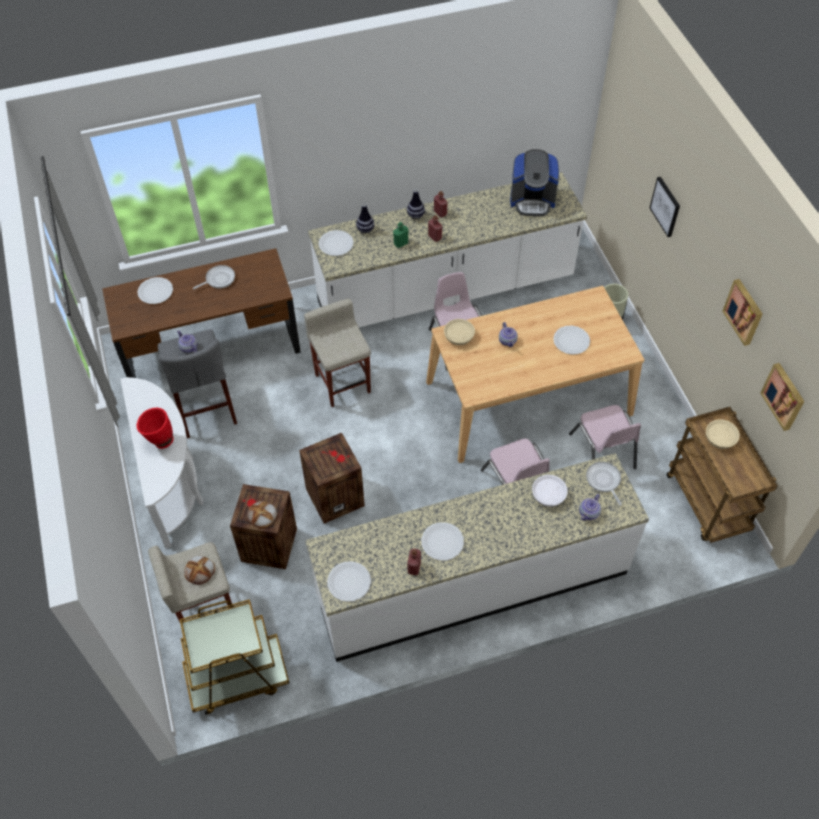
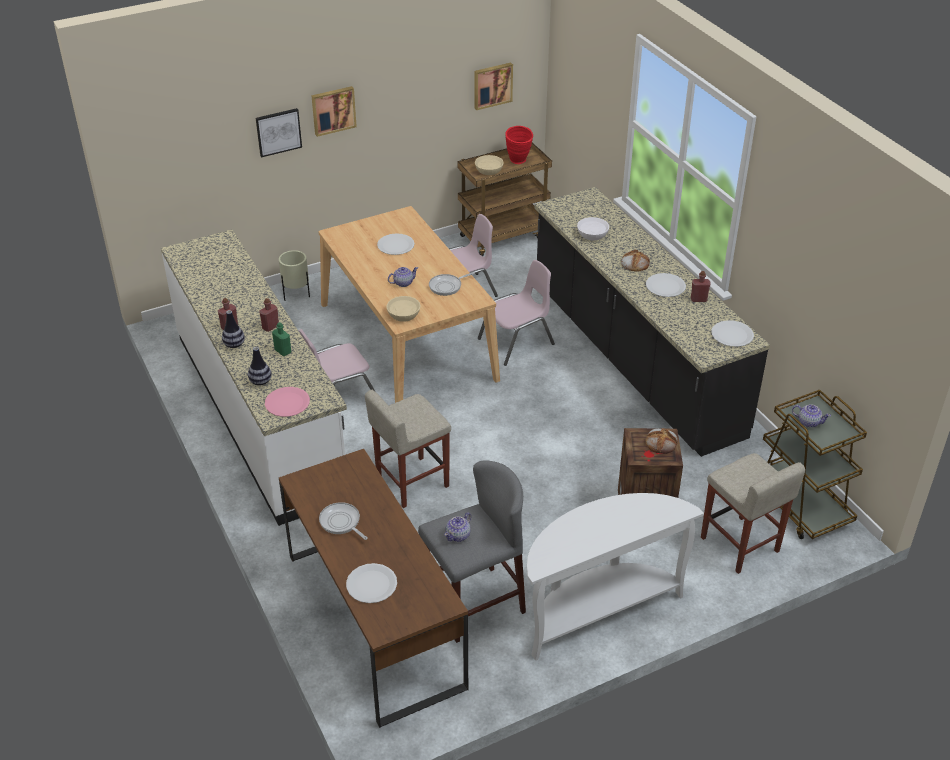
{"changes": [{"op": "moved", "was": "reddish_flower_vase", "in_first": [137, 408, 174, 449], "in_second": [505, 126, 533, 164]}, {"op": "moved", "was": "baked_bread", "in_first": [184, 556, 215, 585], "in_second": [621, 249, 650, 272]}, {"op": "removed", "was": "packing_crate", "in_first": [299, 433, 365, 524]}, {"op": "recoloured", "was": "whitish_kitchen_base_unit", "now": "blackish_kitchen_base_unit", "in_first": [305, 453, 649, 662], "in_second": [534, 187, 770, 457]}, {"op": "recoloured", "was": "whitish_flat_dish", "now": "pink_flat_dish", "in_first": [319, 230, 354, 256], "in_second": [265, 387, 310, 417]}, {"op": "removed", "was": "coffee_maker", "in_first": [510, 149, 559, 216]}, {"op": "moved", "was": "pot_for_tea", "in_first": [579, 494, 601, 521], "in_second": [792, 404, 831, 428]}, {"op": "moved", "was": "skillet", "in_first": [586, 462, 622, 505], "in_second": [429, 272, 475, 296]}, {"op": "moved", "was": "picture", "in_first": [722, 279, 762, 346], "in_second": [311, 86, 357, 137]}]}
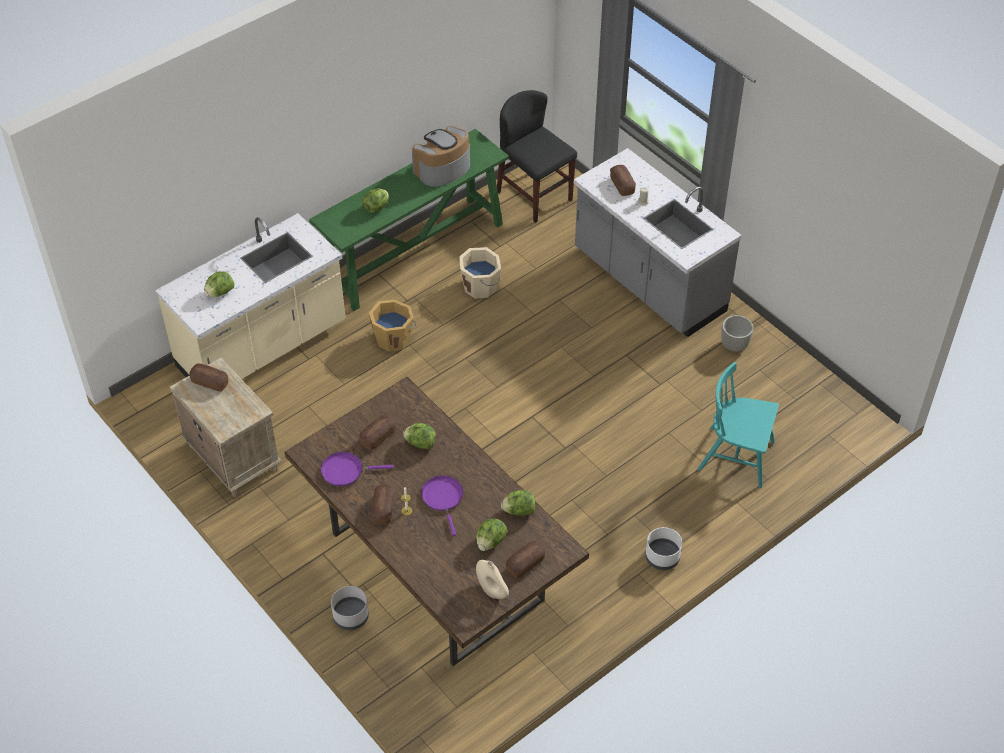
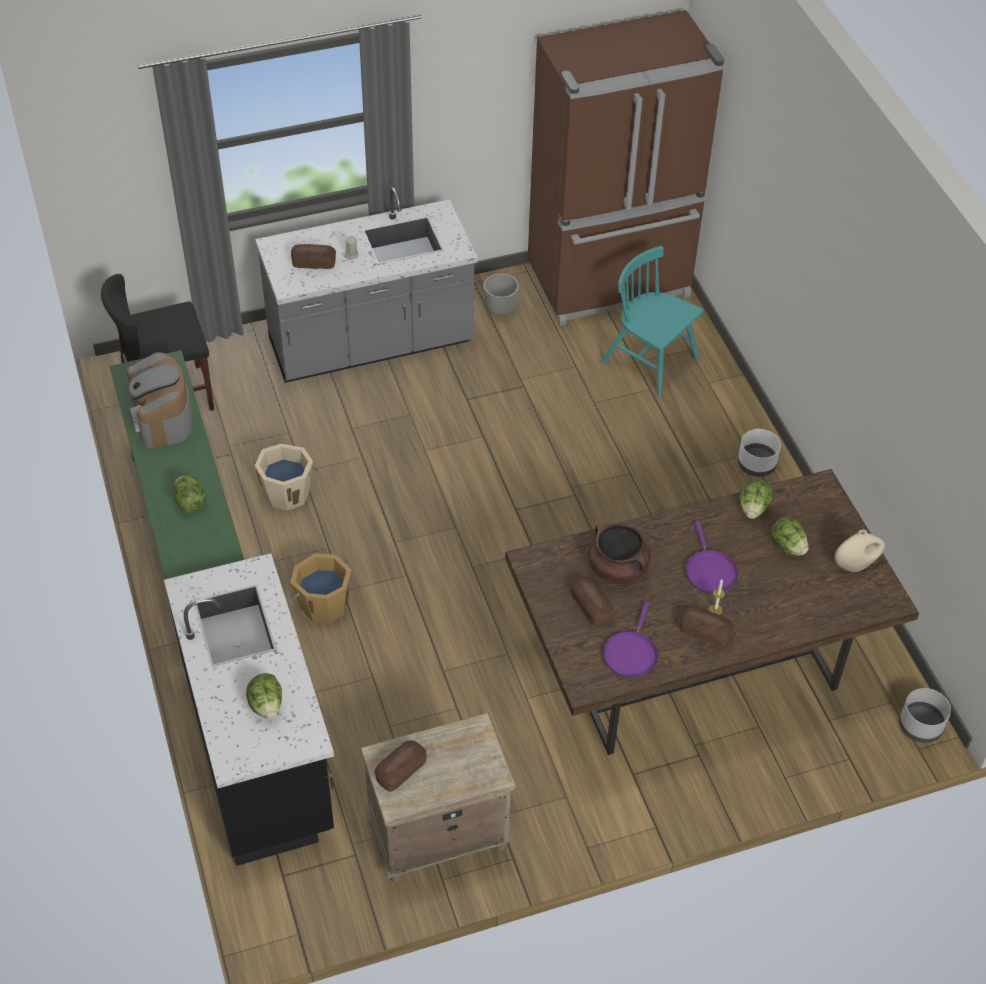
{"changes": [{"op": "recoloured", "was": "sand-coloured_kitchen_base_unit", "now": "blackish_kitchen_base_unit", "in_first": [155, 213, 346, 379], "in_second": [164, 553, 334, 866]}, {"op": "moved", "was": "greyish_flower_pot", "in_first": [331, 586, 369, 630], "in_second": [899, 688, 951, 743]}, {"op": "replaced", "was": "lettuce_head", "now": "brown-coloured_cooking_pot", "in_first": [403, 423, 436, 450], "in_second": [588, 524, 651, 584]}, {"op": "turned", "was": "purple_skillet", "in_first": [421, 475, 463, 536], "in_second": [686, 521, 738, 593], "clockwise": -105}, {"op": "removed", "was": "baked_bread", "in_first": [506, 541, 546, 579]}, {"op": "turned", "was": "turquoise_upright_chair", "in_first": [697, 362, 779, 488], "in_second": [601, 246, 703, 397], "clockwise": 90}, {"op": "added", "now": "brown-coloured_fridge", "in_second": [528, 10, 724, 326]}]}
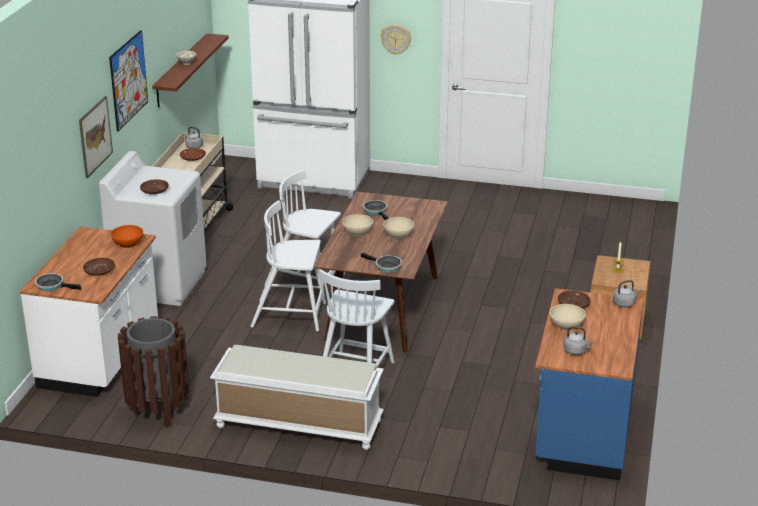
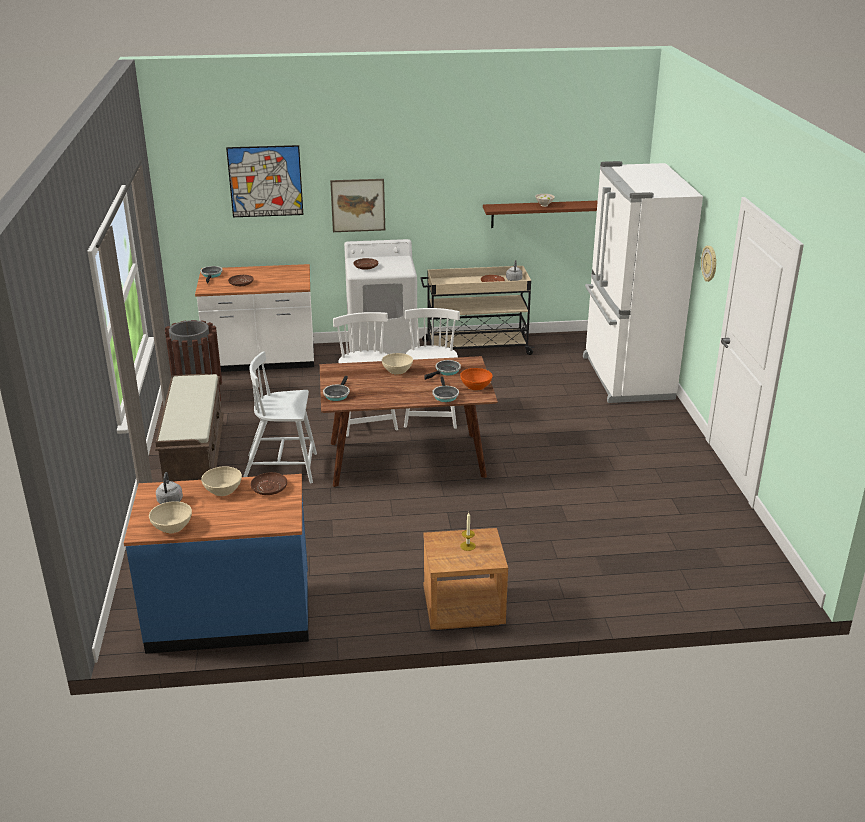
{"changes": [{"op": "moved", "was": "picture", "in_first": [109, 30, 148, 132], "in_second": [226, 145, 304, 217]}, {"op": "moved", "was": "orange_serving_bowl", "in_first": [111, 225, 143, 248], "in_second": [460, 368, 492, 391]}, {"op": "recoloured", "was": "whitish_bench", "now": "brown-coloured_bench", "in_first": [210, 345, 384, 450], "in_second": [155, 374, 224, 481]}, {"op": "moved", "was": "sand-coloured_serving_bowl", "in_first": [383, 217, 414, 239], "in_second": [149, 501, 192, 534]}, {"op": "removed", "was": "greyish_kettle", "in_first": [613, 280, 642, 307]}, {"op": "added", "now": "skillet", "in_second": [433, 377, 459, 402]}]}
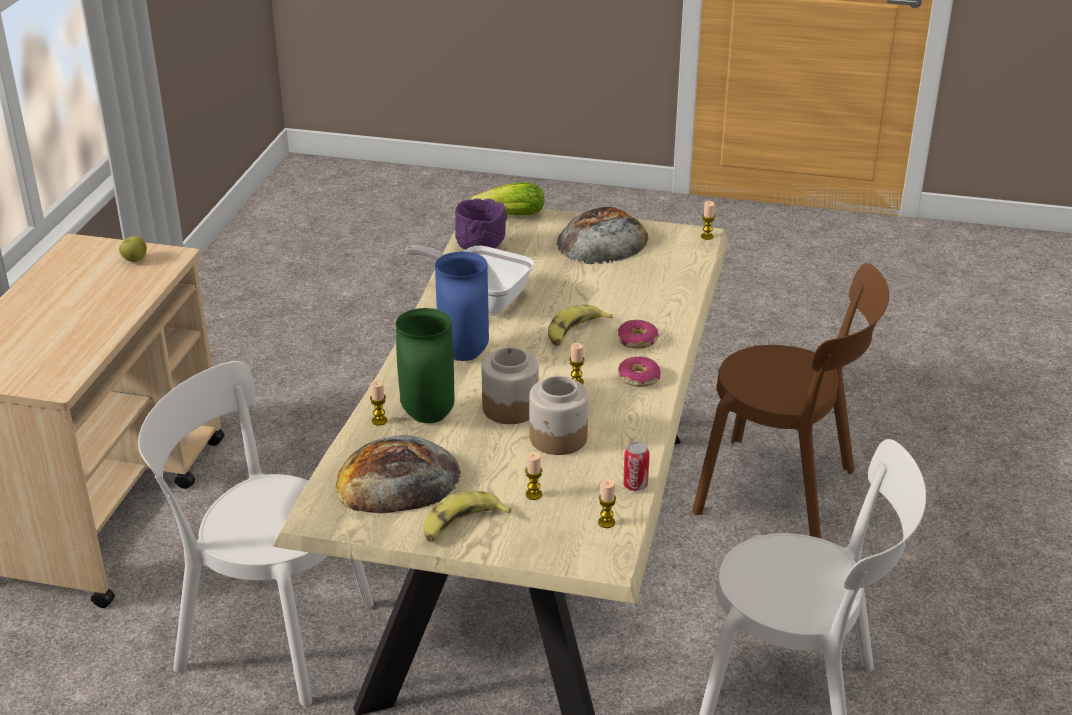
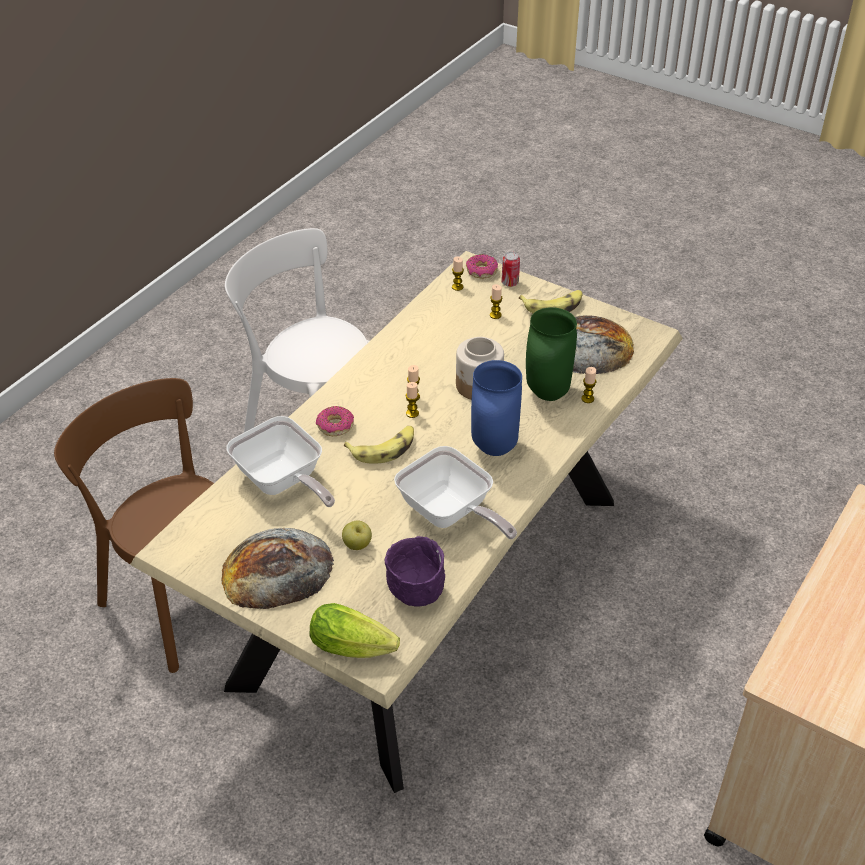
{"changes": [{"op": "moved", "was": "whole_apple", "in_first": [119, 236, 147, 262], "in_second": [342, 521, 372, 550]}, {"op": "removed", "was": "whitish_upright_chair", "in_first": [138, 361, 374, 706]}, {"op": "removed", "was": "jar", "in_first": [529, 376, 588, 455]}, {"op": "moved", "was": "donut", "in_first": [618, 356, 661, 387], "in_second": [466, 254, 498, 278]}, {"op": "moved", "was": "metal_can", "in_first": [623, 442, 650, 491], "in_second": [501, 252, 520, 287]}, {"op": "moved", "was": "wax_light", "in_first": [701, 201, 715, 240], "in_second": [406, 382, 419, 418]}, {"op": "added", "now": "skillet", "in_second": [227, 416, 335, 507]}]}
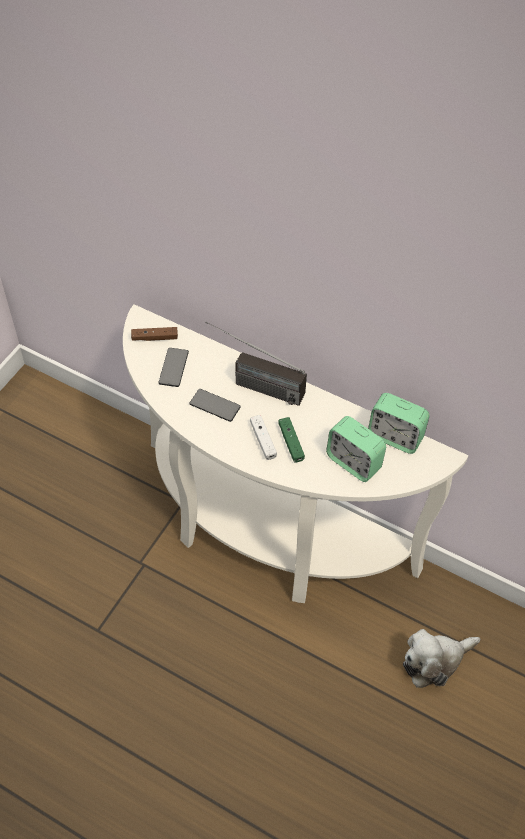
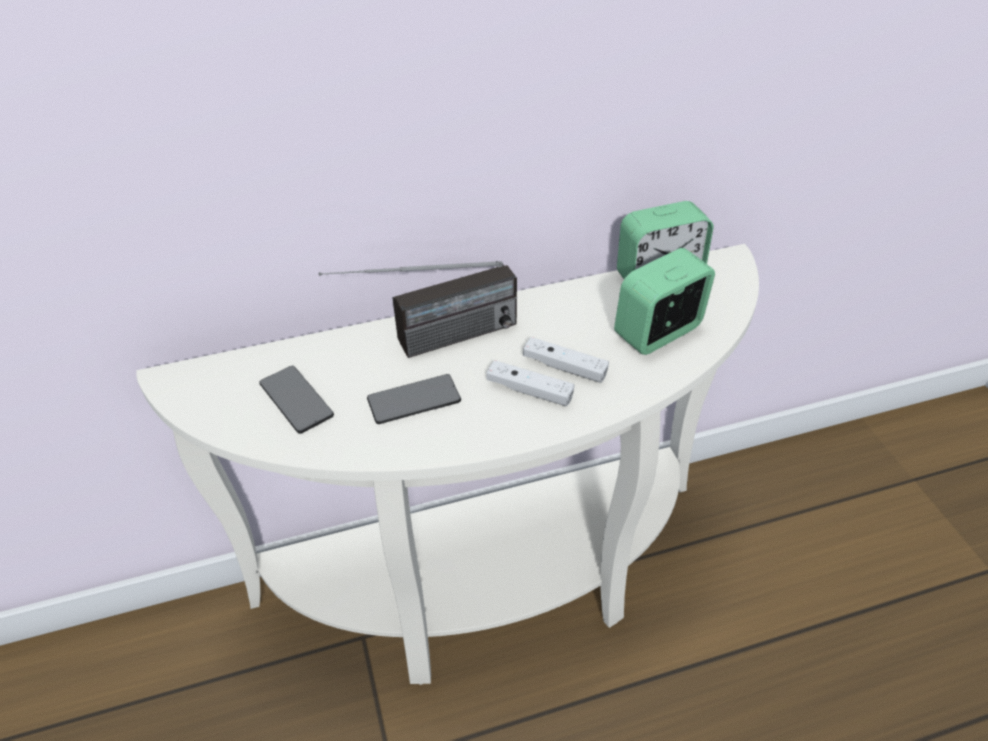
{"changes": [{"op": "removed", "was": "brown-coloured_gamepad", "in_first": [131, 327, 178, 341]}, {"op": "recoloured", "was": "green_gamepad", "now": "whitish_gamepad", "in_first": [278, 417, 305, 462], "in_second": [523, 337, 609, 383]}, {"op": "turned", "was": "table_clock", "in_first": [326, 416, 386, 482], "in_second": [614, 248, 715, 355], "clockwise": 150}, {"op": "removed", "was": "plush_toy", "in_first": [403, 629, 480, 688]}]}
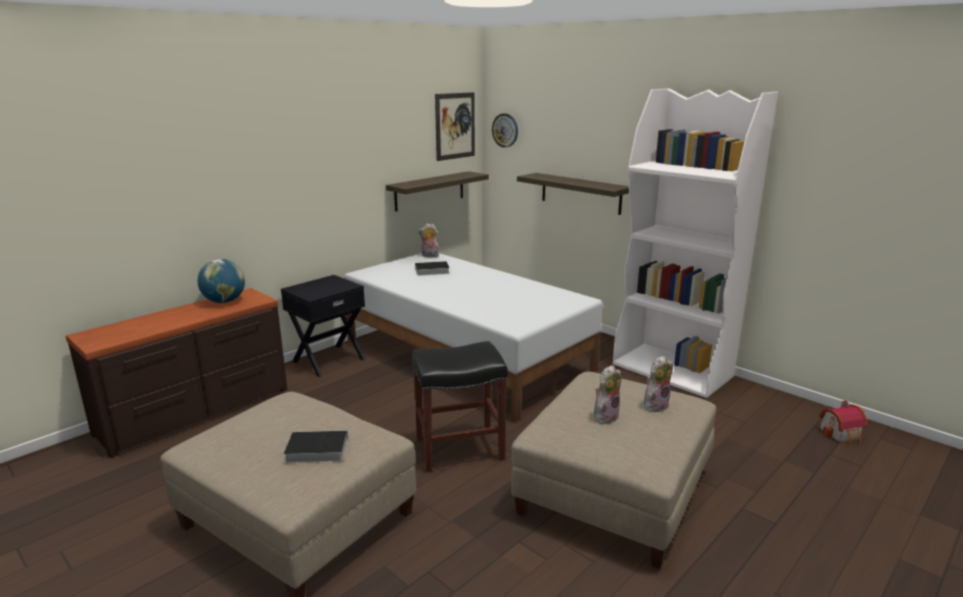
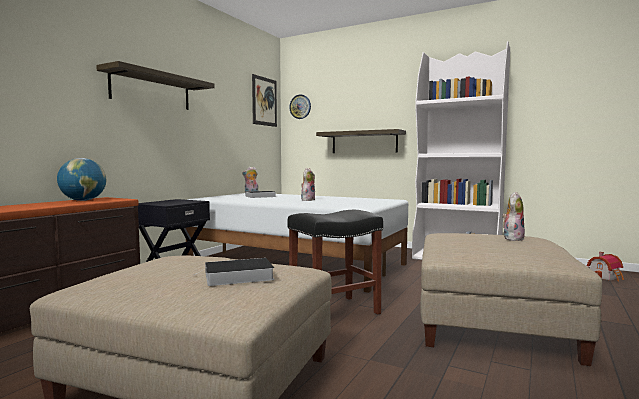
{"changes": [{"op": "moved", "was": "wall_shelf", "in_first": [386, 171, 489, 212], "in_second": [96, 61, 215, 110]}, {"op": "moved", "was": "plush_toy", "in_first": [594, 365, 622, 424], "in_second": [301, 168, 315, 201]}]}
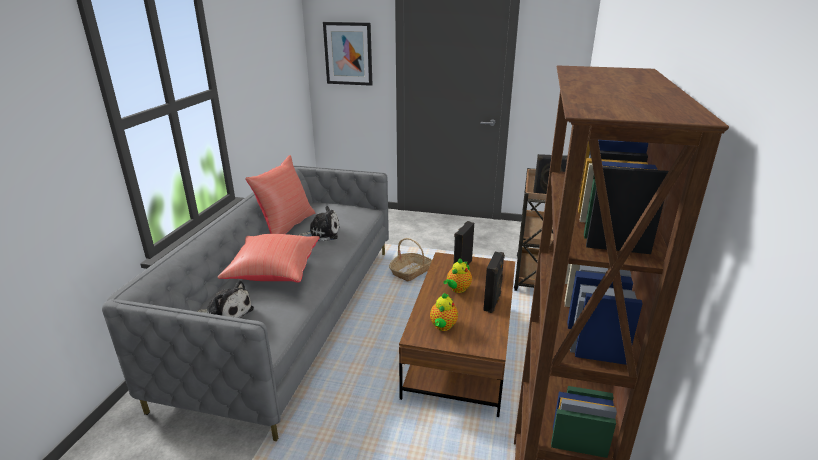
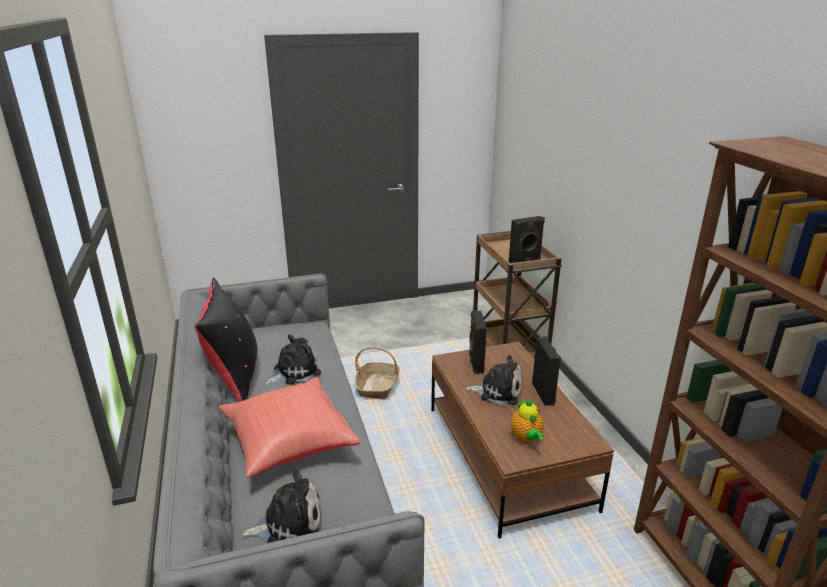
{"changes": [{"op": "recoloured", "was": "reddish_cushion", "now": "blackish_cushion", "in_first": [245, 155, 315, 234], "in_second": [194, 278, 258, 402]}, {"op": "removed", "was": "picture", "in_first": [323, 22, 372, 86]}, {"op": "replaced", "was": "pot_for_tea", "now": "plush_toy", "in_first": [443, 258, 472, 293], "in_second": [465, 355, 523, 406]}]}
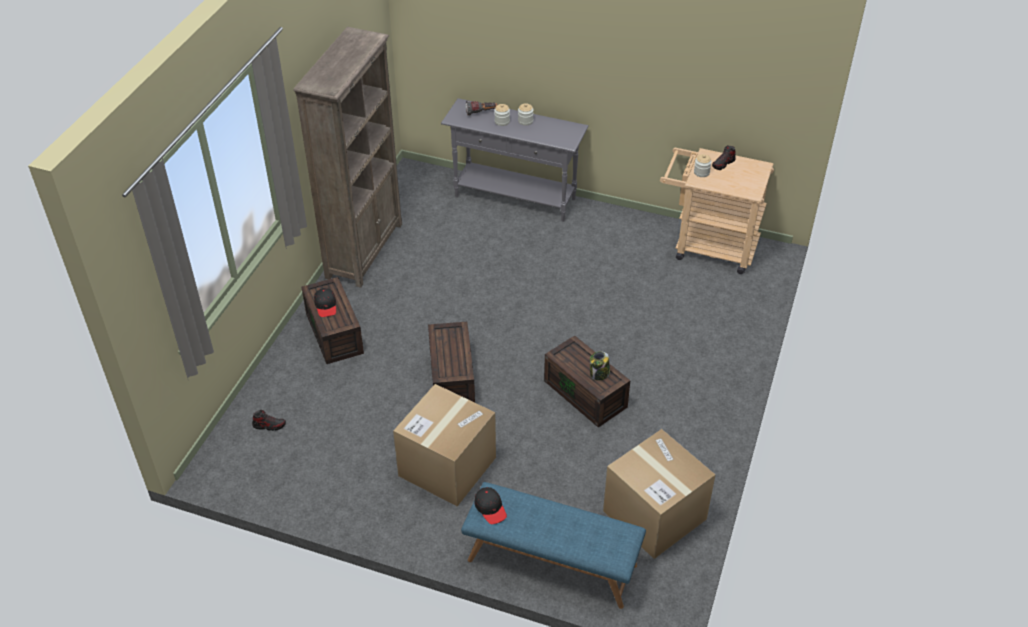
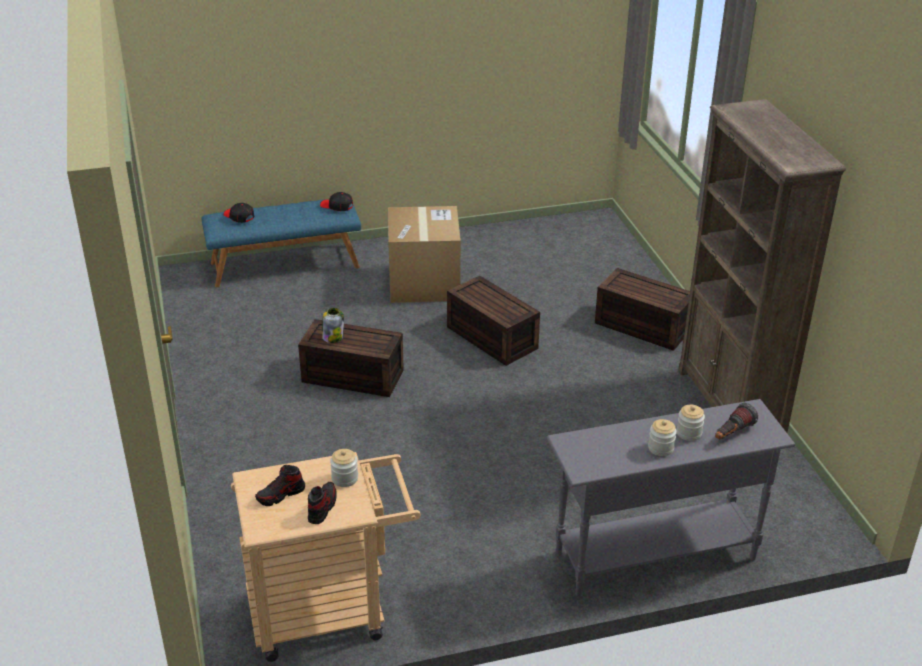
{"changes": [{"op": "moved", "was": "low_shoe", "in_first": [252, 410, 286, 431], "in_second": [255, 465, 305, 506]}, {"op": "moved", "was": "blackish_cap", "in_first": [314, 288, 336, 317], "in_second": [223, 203, 254, 223]}, {"op": "removed", "was": "cardboard_box", "in_first": [603, 429, 716, 559]}]}
